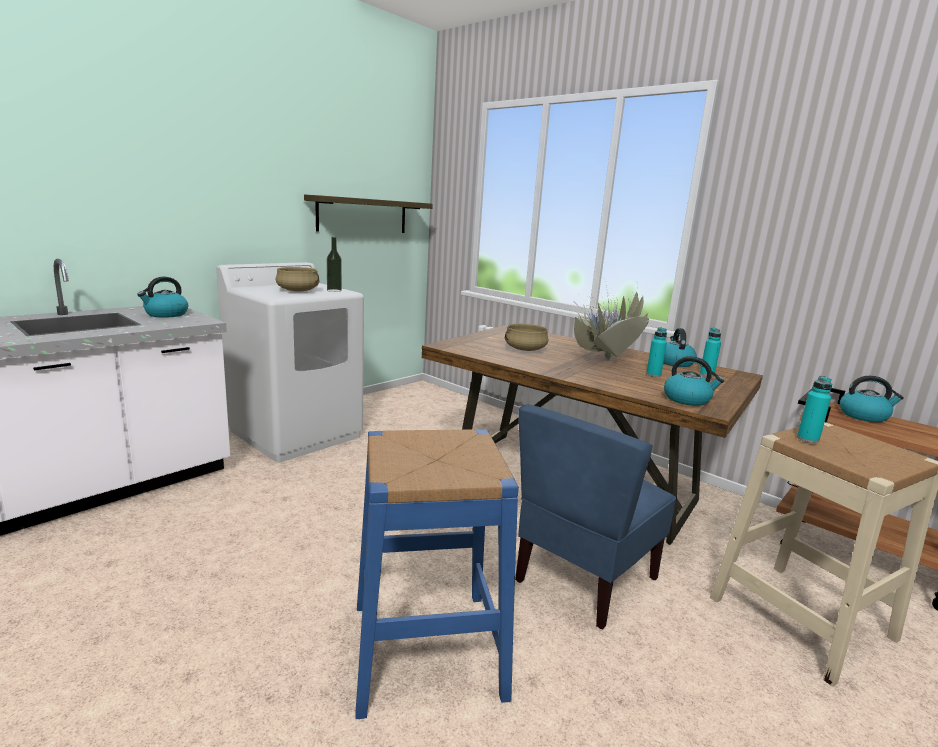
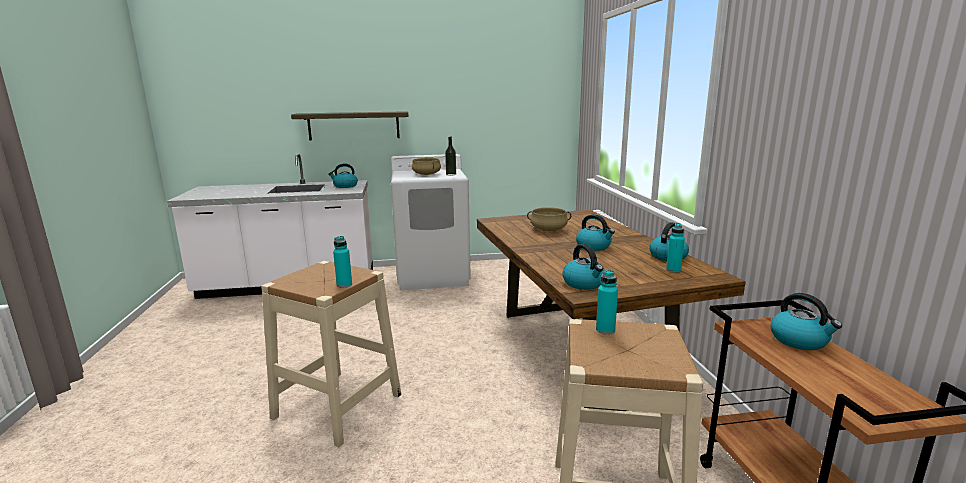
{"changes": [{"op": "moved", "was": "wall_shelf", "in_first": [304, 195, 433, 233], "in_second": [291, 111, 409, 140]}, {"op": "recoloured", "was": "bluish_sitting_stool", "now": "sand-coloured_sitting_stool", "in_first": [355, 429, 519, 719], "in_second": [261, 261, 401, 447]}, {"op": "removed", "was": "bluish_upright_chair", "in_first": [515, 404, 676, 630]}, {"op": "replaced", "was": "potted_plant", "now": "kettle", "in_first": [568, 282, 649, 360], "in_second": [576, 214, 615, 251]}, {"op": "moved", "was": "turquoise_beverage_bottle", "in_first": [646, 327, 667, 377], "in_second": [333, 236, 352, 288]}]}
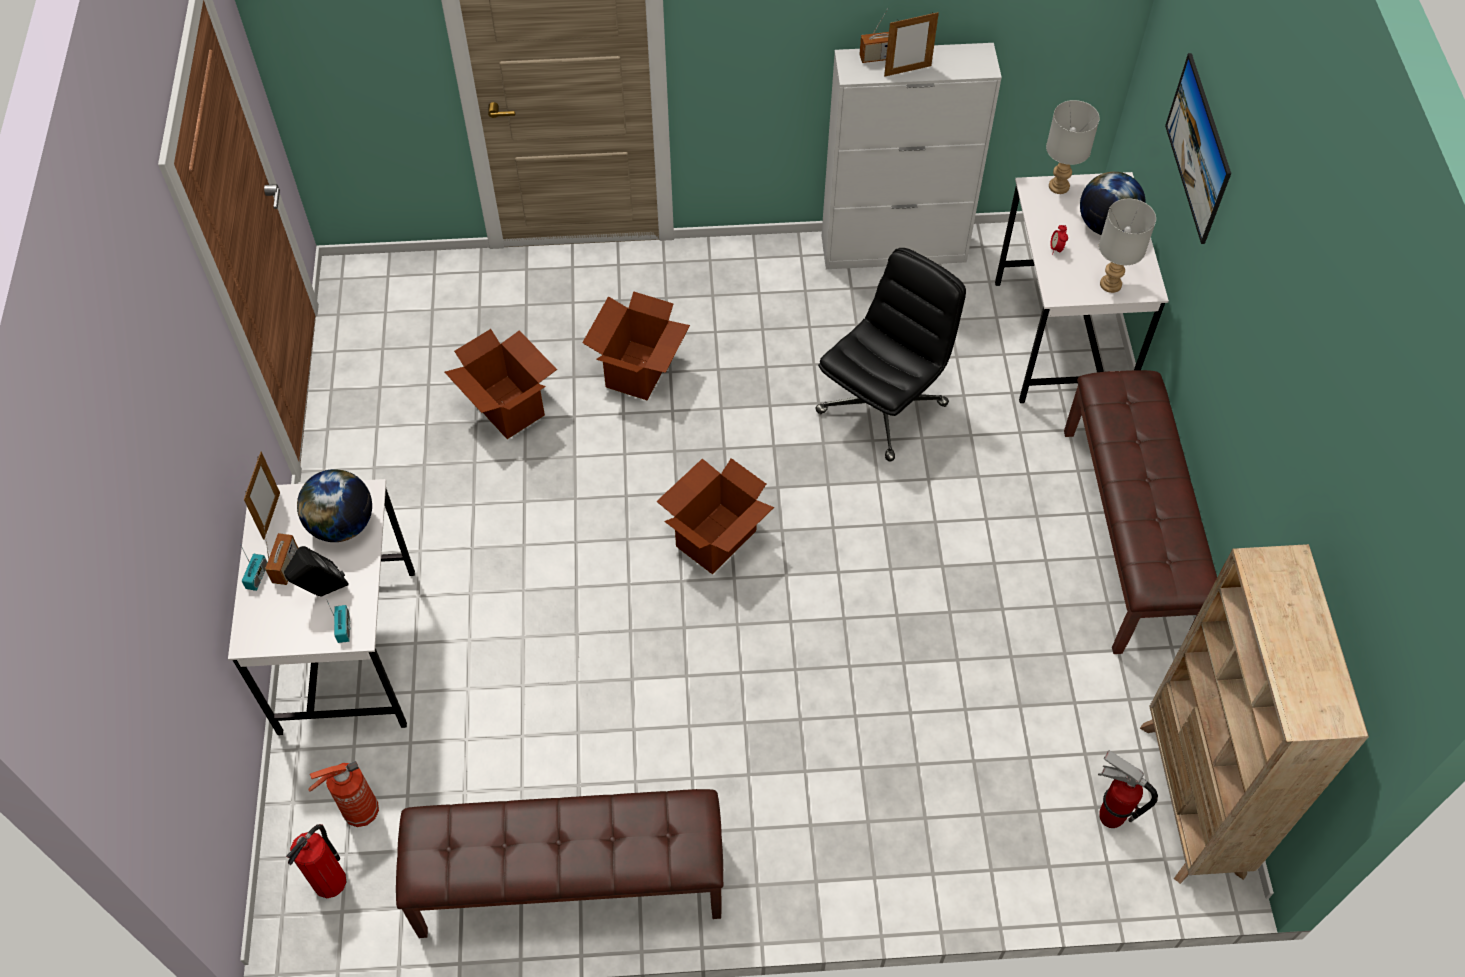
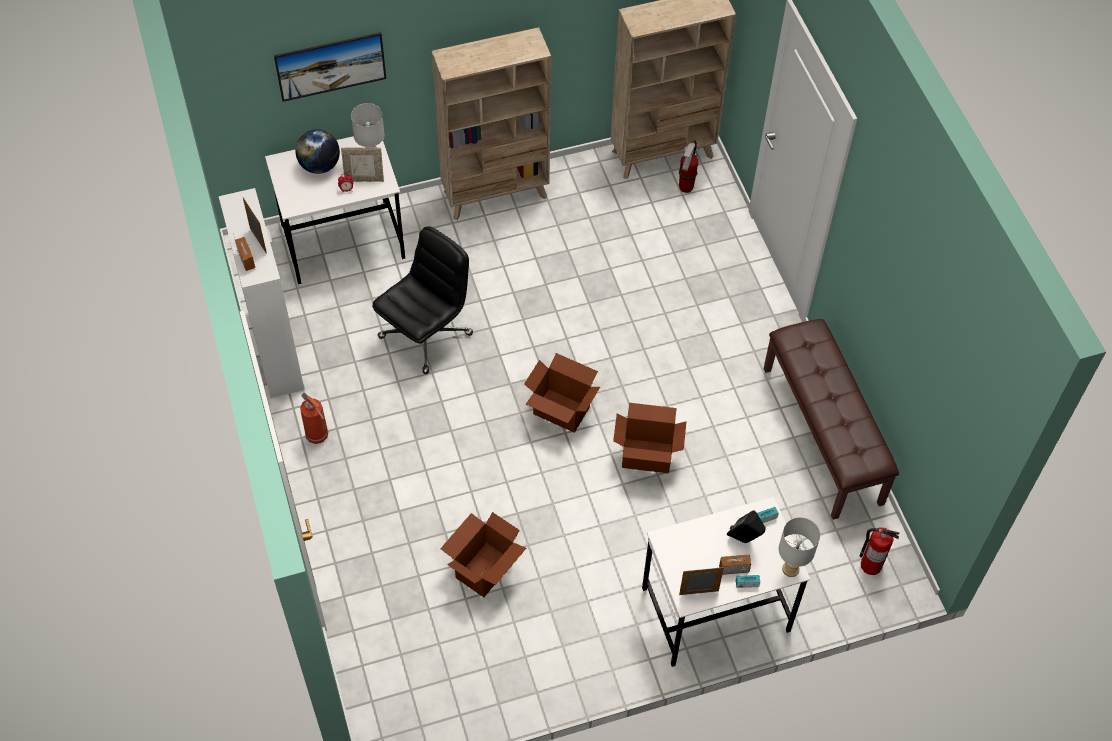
{"changes": [{"op": "removed", "was": "world_globe", "in_first": [297, 469, 372, 542]}, {"op": "moved", "was": "fire_extinguisher", "in_first": [309, 761, 379, 827], "in_second": [300, 393, 328, 444]}, {"op": "moved", "was": "cardboard_box", "in_first": [582, 291, 690, 400], "in_second": [613, 403, 686, 473]}, {"op": "turned", "was": "blackish_desk_chair", "in_first": [815, 248, 966, 462], "in_second": [372, 226, 473, 374], "clockwise": 105}, {"op": "moved", "was": "greyish_table_lamp", "in_first": [1046, 100, 1100, 194], "in_second": [779, 517, 820, 577]}, {"op": "replaced", "was": "brown-coloured_bench", "now": "sand-coloured_bookshelf", "in_first": [1064, 370, 1217, 654], "in_second": [431, 27, 551, 220]}, {"op": "added", "now": "standing_frame", "in_second": [341, 147, 384, 182]}]}
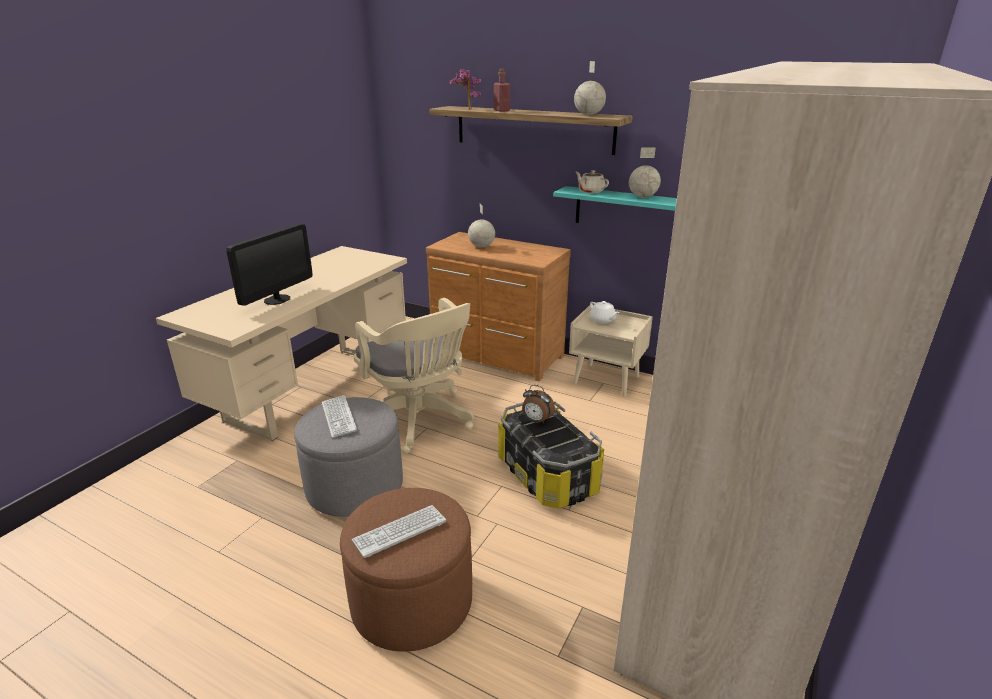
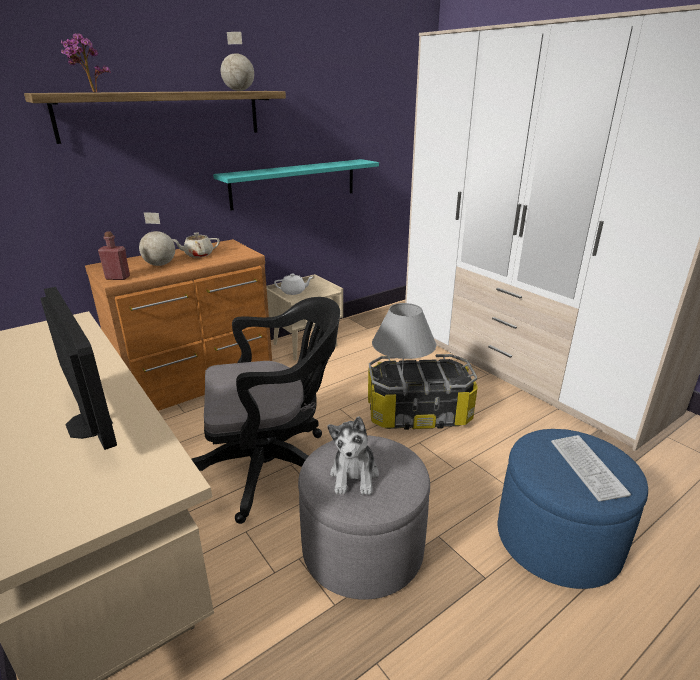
{"changes": [{"op": "replaced", "was": "computer_keyboard", "now": "plush_toy", "in_first": [322, 395, 357, 438], "in_second": [328, 416, 379, 495]}, {"op": "recoloured", "was": "brown-coloured_pouffe", "now": "bluish_pouffe", "in_first": [340, 488, 472, 652], "in_second": [498, 429, 648, 589]}, {"op": "recoloured", "was": "sand-coloured_desk_chair", "now": "blackish_desk_chair", "in_first": [354, 298, 474, 454], "in_second": [192, 297, 340, 524]}, {"op": "moved", "was": "reddish_beverage_bottle", "in_first": [494, 69, 510, 112], "in_second": [98, 232, 130, 280]}, {"op": "replaced", "was": "table_clock", "now": "greyish_table_lamp", "in_first": [522, 385, 555, 424], "in_second": [372, 303, 436, 374]}, {"op": "moved", "was": "sand-coloured_pot_for_tea", "in_first": [576, 170, 609, 193], "in_second": [172, 233, 220, 258]}, {"op": "removed", "was": "world_globe", "in_first": [629, 148, 661, 198]}]}
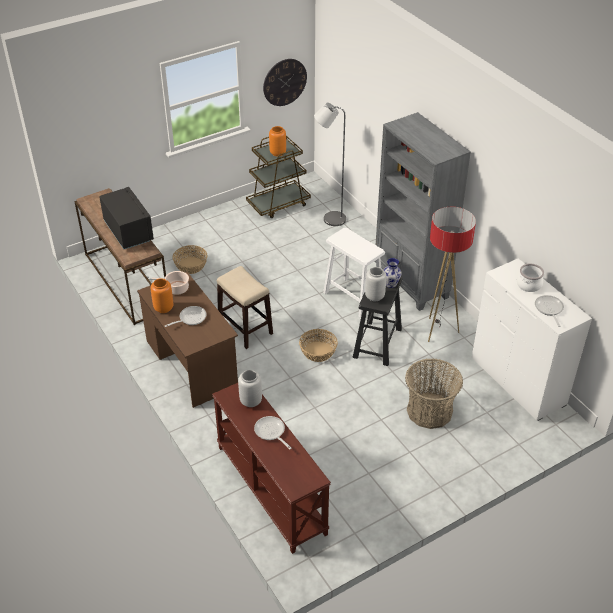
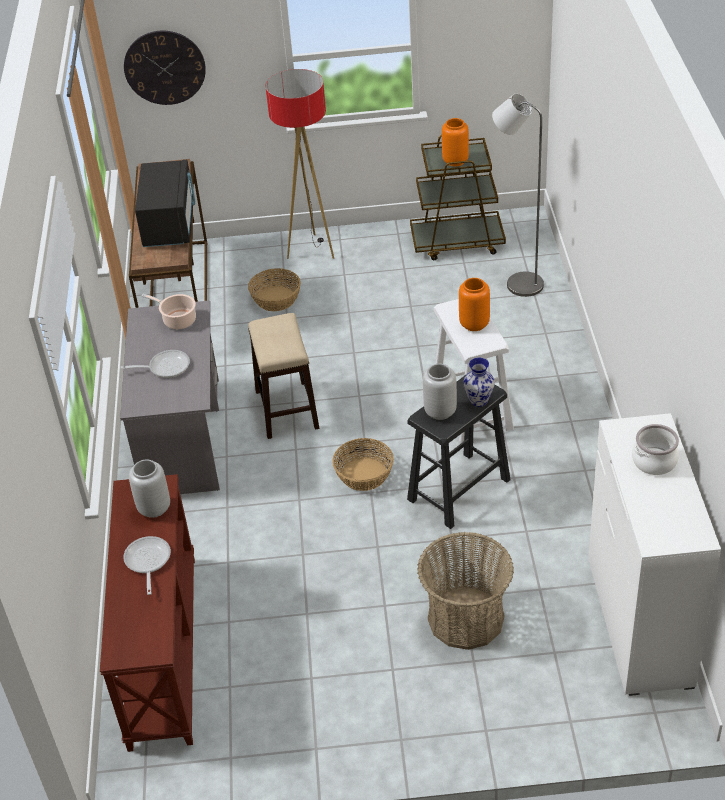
{"changes": [{"op": "recoloured", "was": "brown-coloured_desk_unit", "now": "greyish_desk_unit", "in_first": [137, 272, 238, 408], "in_second": [120, 300, 220, 494]}, {"op": "moved", "was": "orange_flower_vase", "in_first": [151, 278, 173, 313], "in_second": [459, 278, 490, 331]}, {"op": "moved", "was": "clock_on_the_wall", "in_first": [263, 59, 307, 106], "in_second": [124, 31, 206, 105]}, {"op": "removed", "was": "greyish_bookshelf", "in_first": [374, 112, 471, 311]}, {"op": "moved", "was": "floor_lamp", "in_first": [428, 207, 476, 342], "in_second": [265, 69, 334, 259]}, {"op": "removed", "was": "skillet", "in_first": [535, 295, 564, 327]}]}
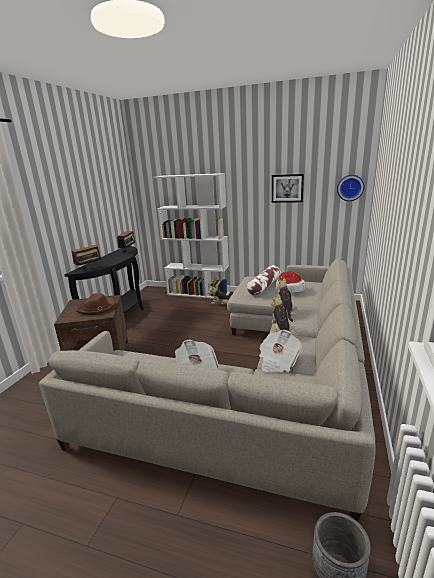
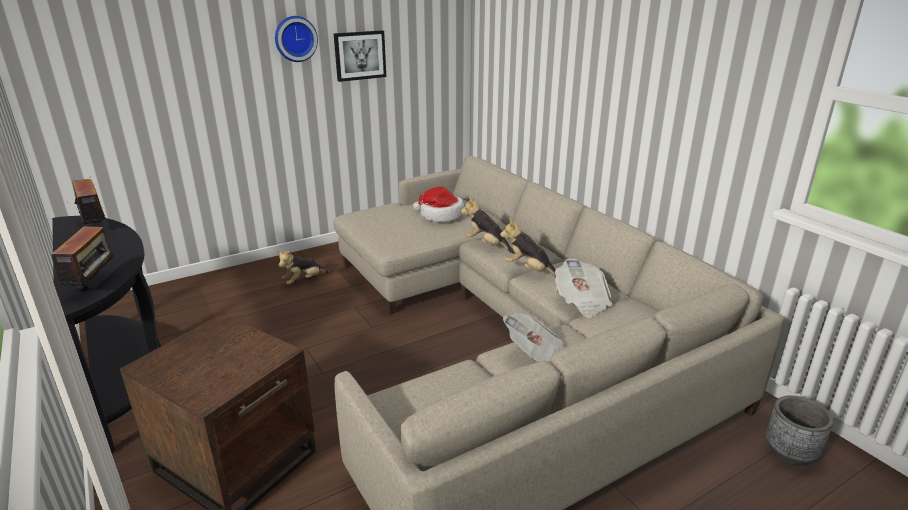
{"changes": [{"op": "removed", "was": "brown-coloured_clothing_hat", "in_first": [76, 293, 116, 315]}, {"op": "removed", "was": "whitish_bookshelf", "in_first": [154, 173, 230, 299]}, {"op": "removed", "was": "cushion", "in_first": [247, 265, 281, 296]}, {"op": "moved", "was": "clock_on_the_wall", "in_first": [337, 175, 365, 201], "in_second": [275, 16, 318, 62]}]}
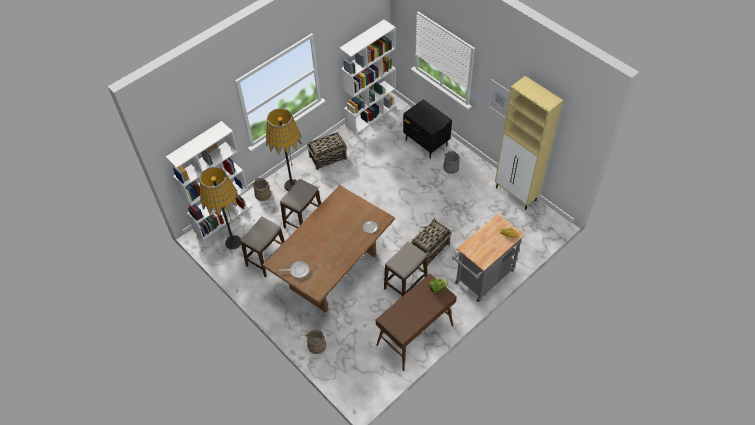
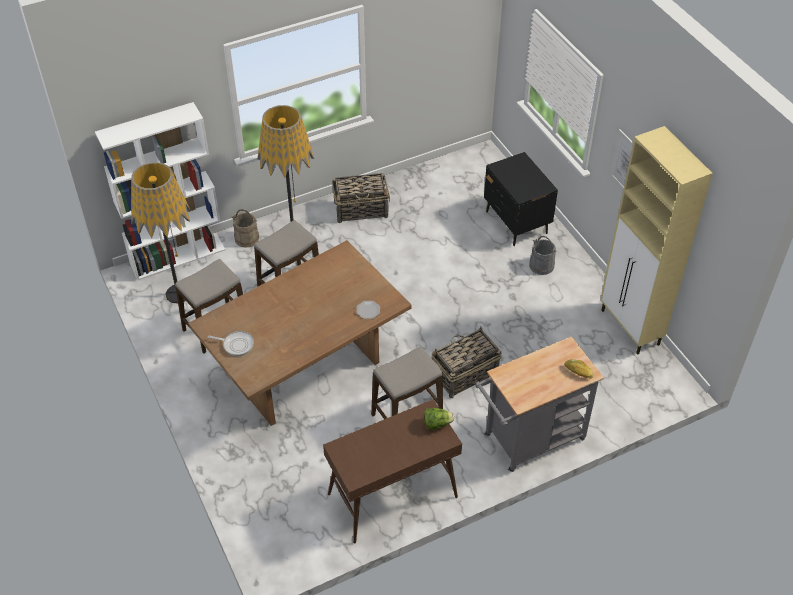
{"changes": [{"op": "removed", "was": "sand-coloured_water_bucket", "in_first": [305, 329, 326, 354]}, {"op": "removed", "was": "whitish_bookshelf", "in_first": [339, 20, 396, 134]}]}
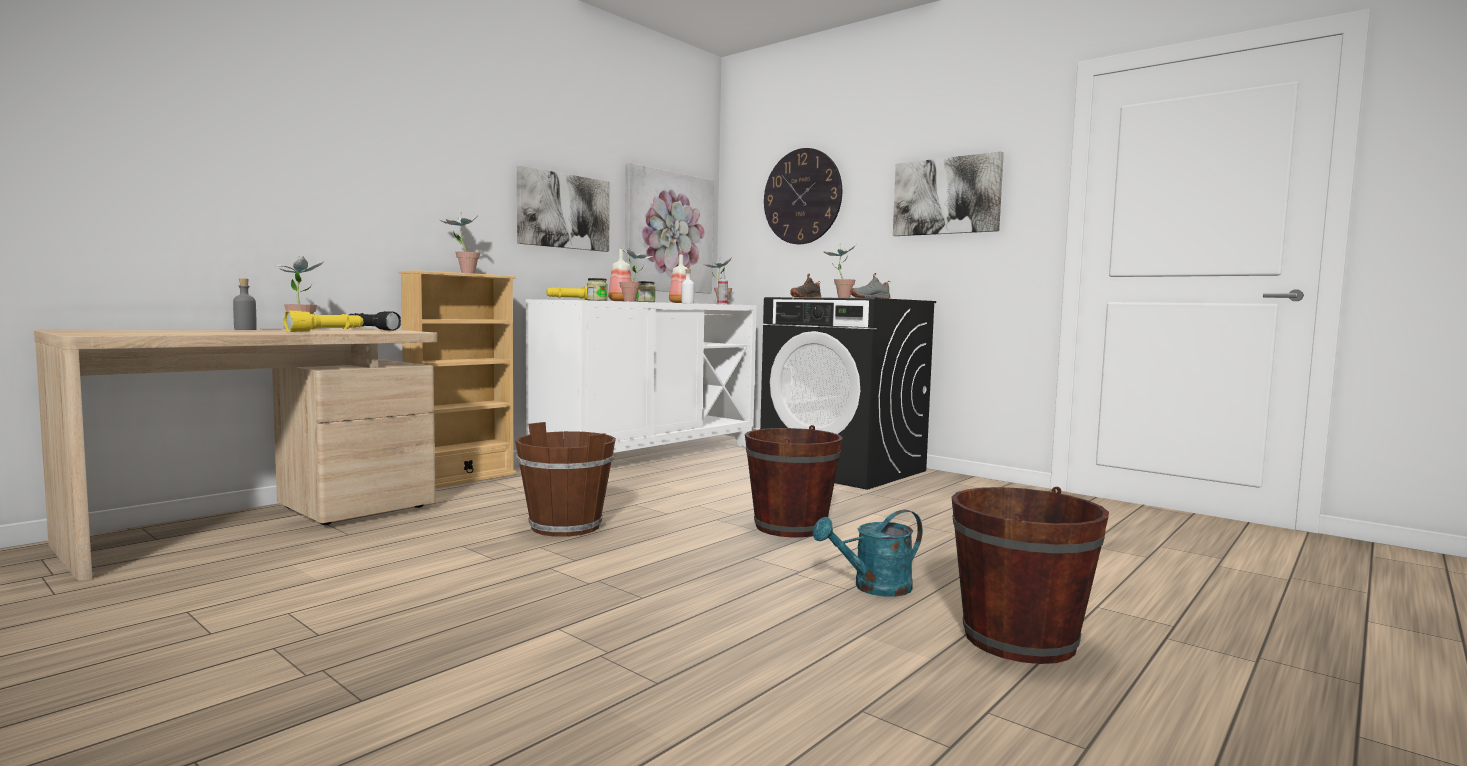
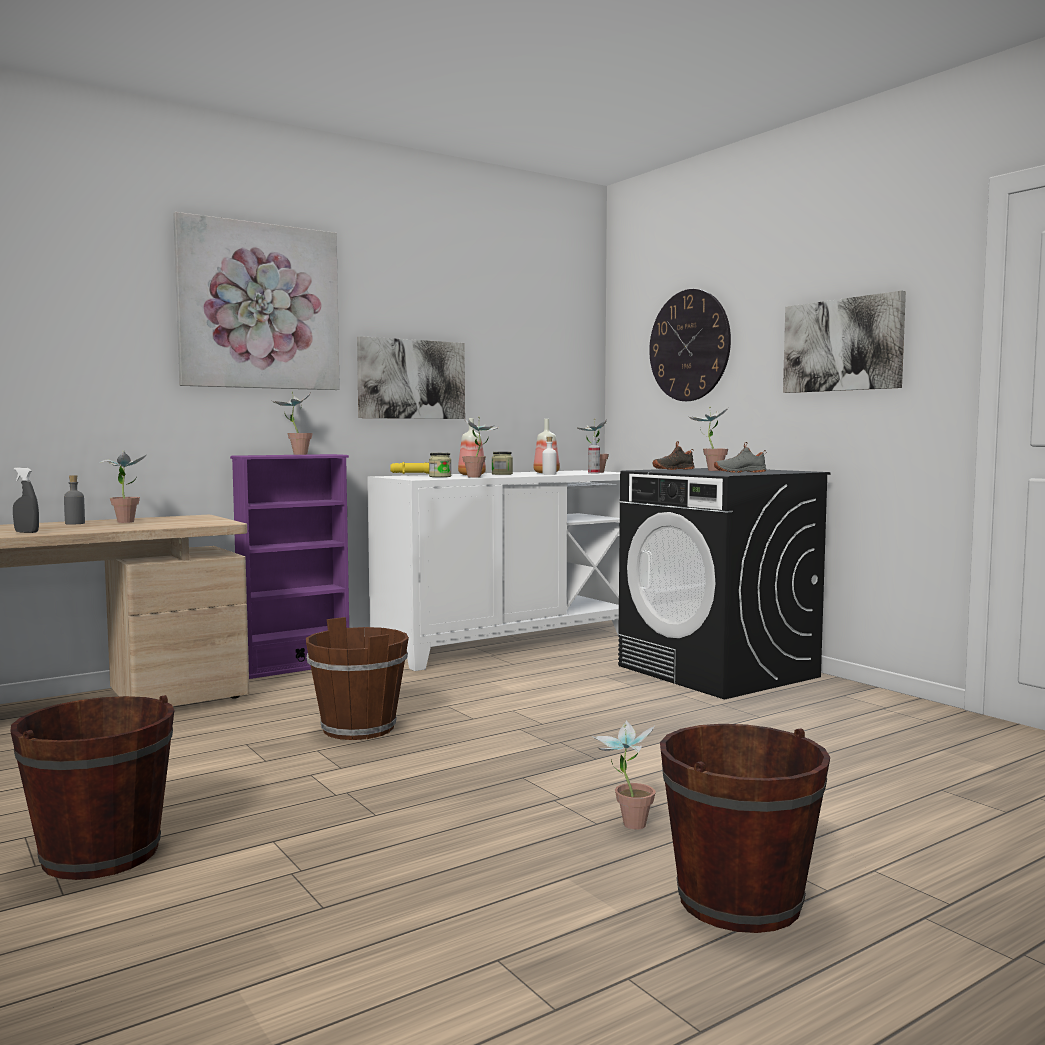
{"changes": [{"op": "removed", "was": "yellow_hand_torch", "in_first": [283, 311, 364, 332]}, {"op": "removed", "was": "blackish_hand_torch", "in_first": [349, 311, 401, 331]}, {"op": "recoloured", "was": "sand-coloured_bookshelf", "now": "purple_bookshelf", "in_first": [399, 270, 516, 488], "in_second": [230, 454, 349, 679]}, {"op": "moved", "was": "picture", "in_first": [625, 163, 714, 293], "in_second": [173, 212, 340, 390]}, {"op": "moved", "was": "brown-coloured_water_bucket", "in_first": [745, 425, 843, 538], "in_second": [10, 695, 174, 880]}, {"op": "replaced", "was": "turquoise_watering_pot", "now": "potted_plant", "in_first": [812, 510, 923, 597], "in_second": [592, 720, 656, 830]}, {"op": "added", "now": "greyish_sprayer", "in_second": [13, 467, 39, 533]}]}
